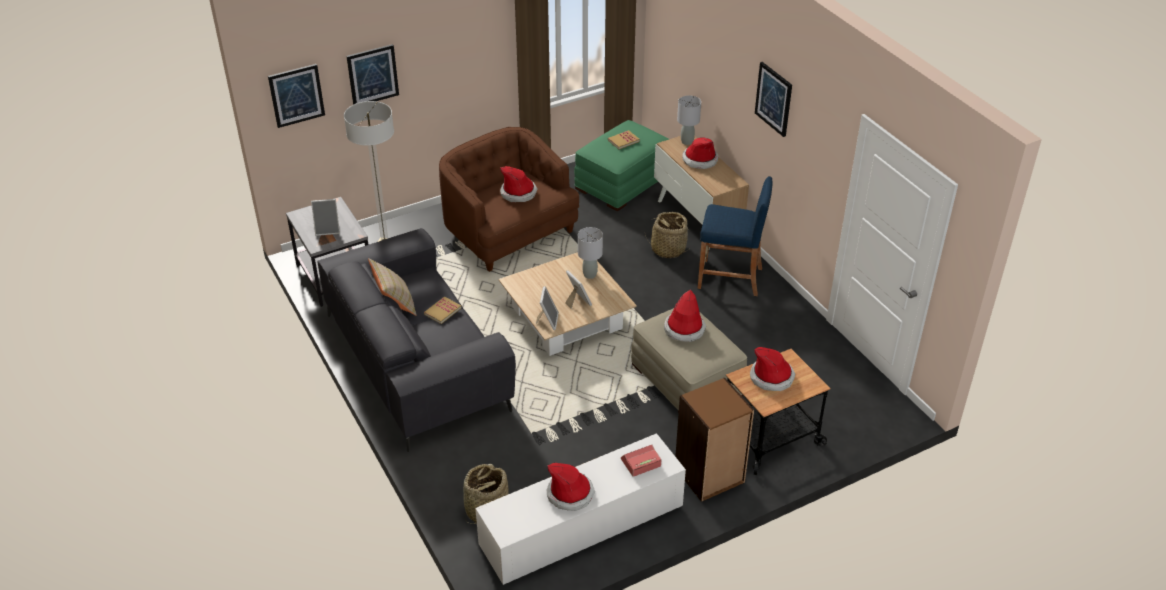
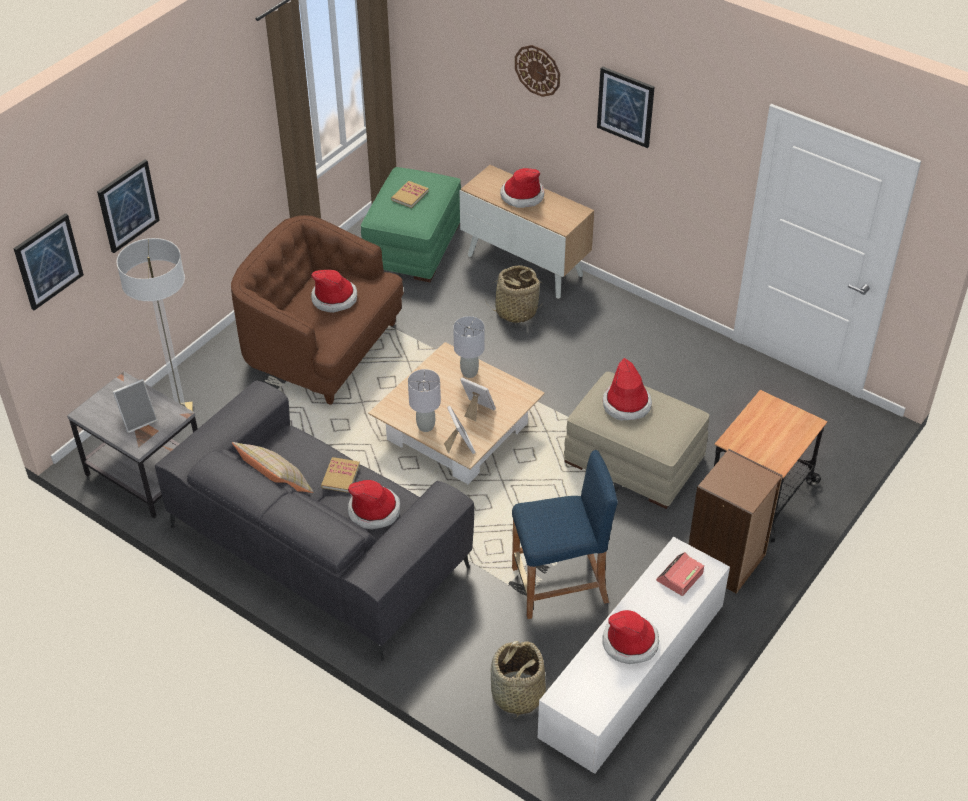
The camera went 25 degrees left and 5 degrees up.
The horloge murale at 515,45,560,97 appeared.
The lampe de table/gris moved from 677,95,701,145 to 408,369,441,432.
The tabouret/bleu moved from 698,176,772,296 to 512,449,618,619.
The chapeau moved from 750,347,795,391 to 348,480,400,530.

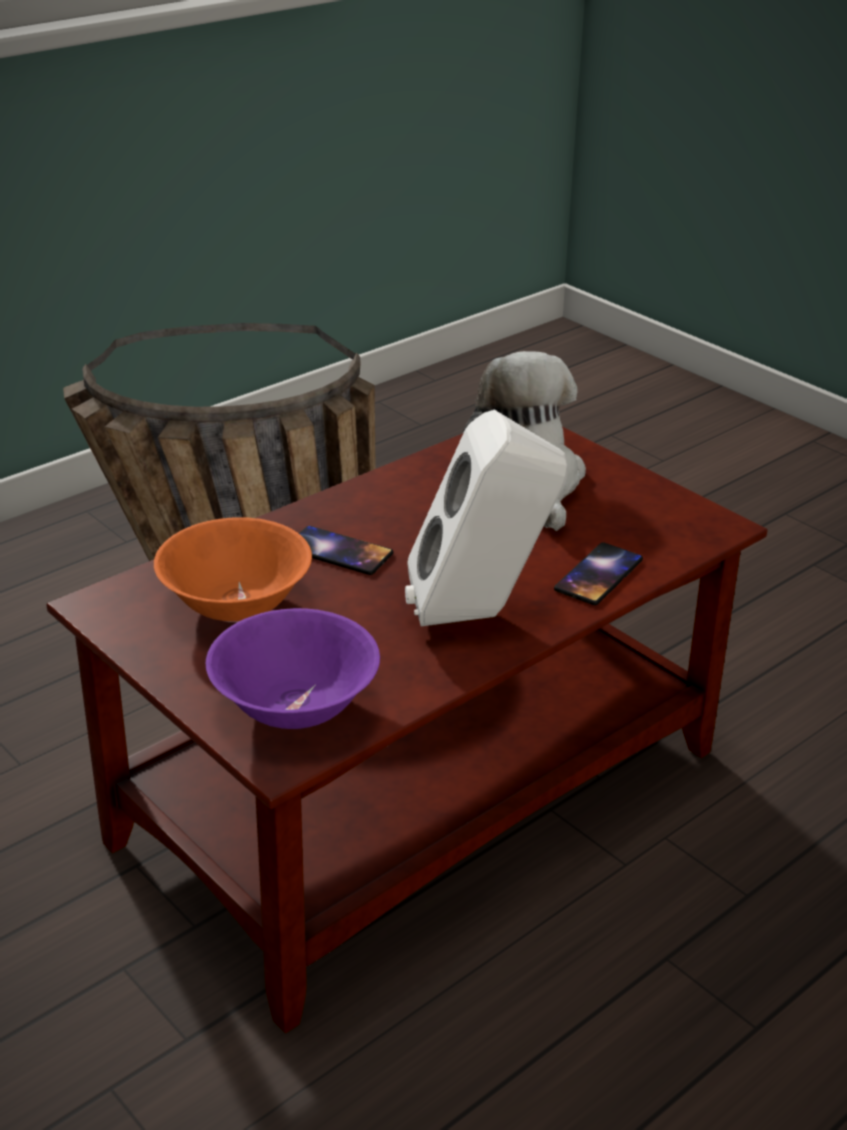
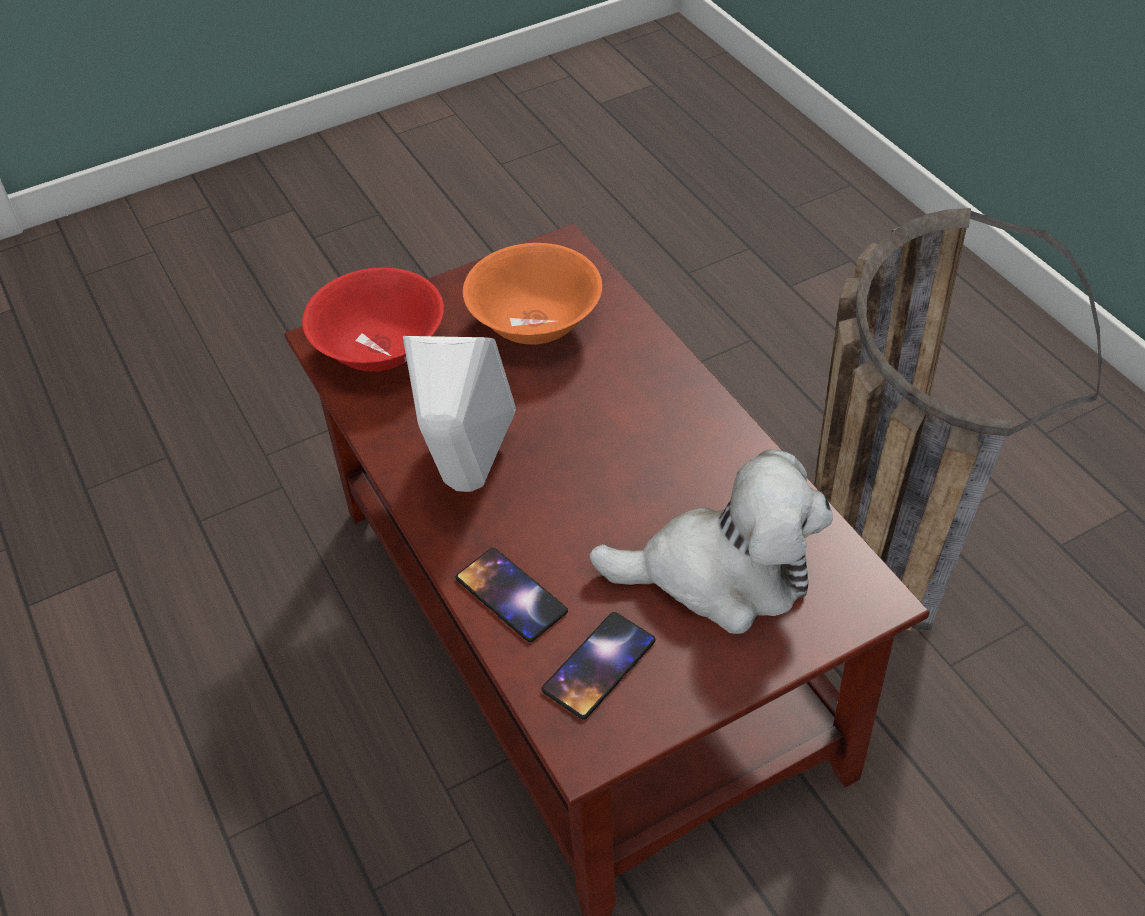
The camera went 105 degrees right and 15 degrees up.
The téléphone moved from 299,526,393,575 to 542,612,656,719.
The bol/violet at 206,608,380,729 became the bol/rouge at 302,268,444,371.

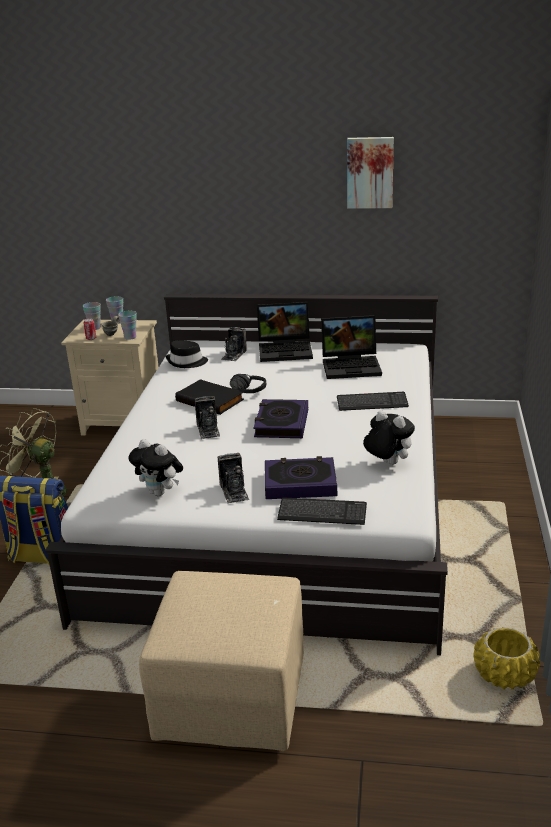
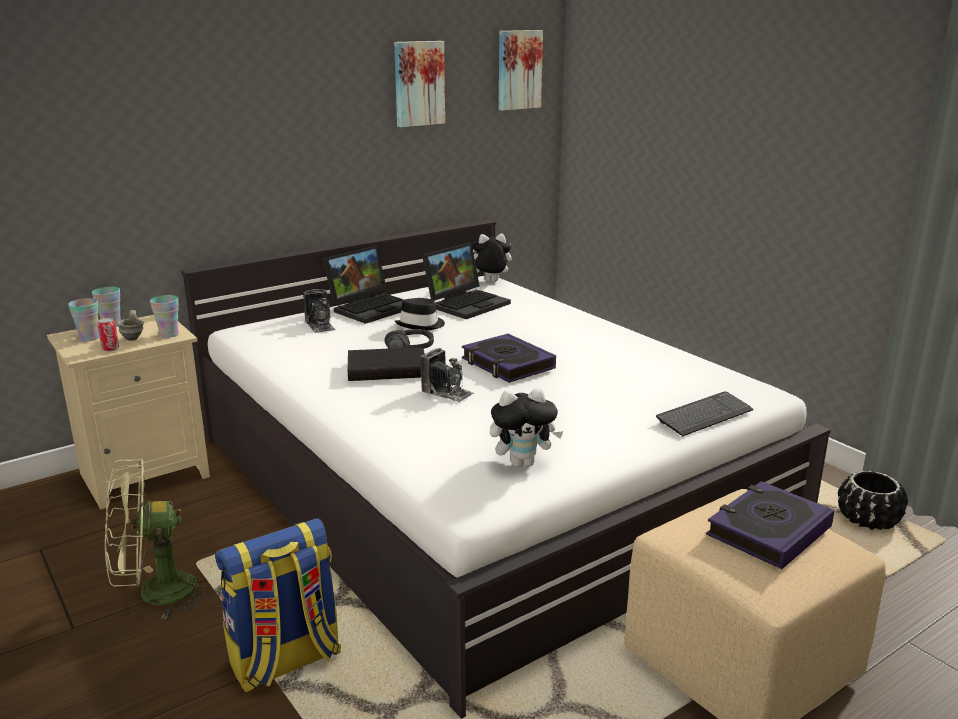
The camera went 45 degrees left and 5 degrees down.
The appareil photo at 218,453,249,504 disappeared.
The clavier at 337,392,409,411 disappeared.
The tableau at 499,30,543,111 appeared.
The chapeau/noir moved from 166,340,208,368 to 395,298,445,330.
The livre moved from 265,456,337,499 to 706,481,835,569.
The peluche moved from 363,411,415,465 to 472,234,512,282.
The cache-pot/jaune at 473,627,540,690 became the cache-pot/noir at 838,471,908,530.

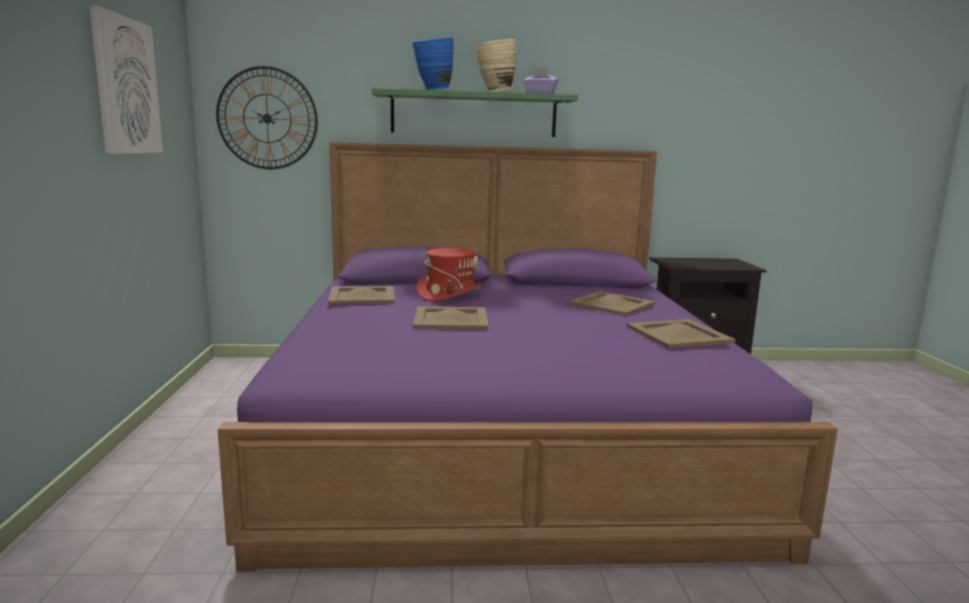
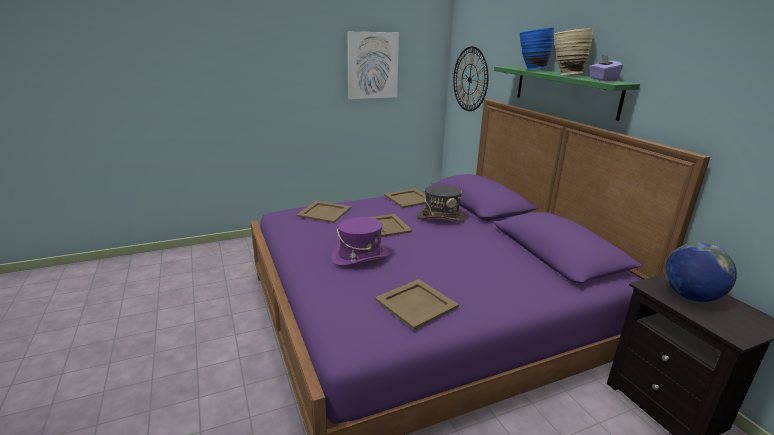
The camera went 70 degrees right and 10 degrees up.
The chapeau/violet at 331,217,390,266 appeared.
The globe at 665,243,737,302 appeared.
The plateau/beige moved from 568,291,656,316 to 296,201,351,223.
The chapeau/rouge at 417,248,484,302 became the chapeau/gris at 417,185,466,222.

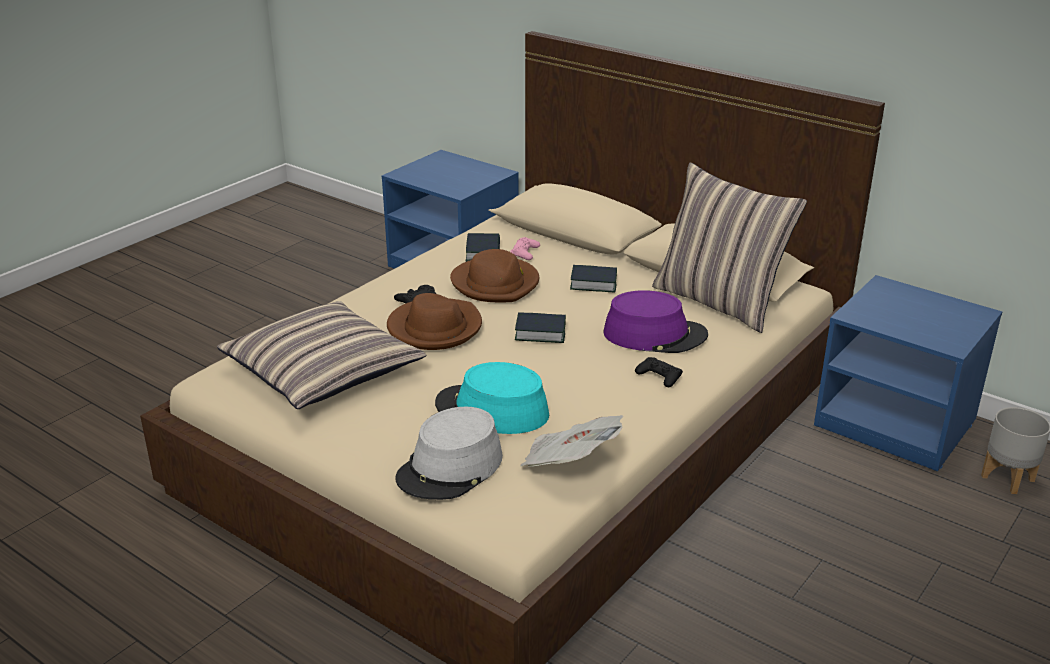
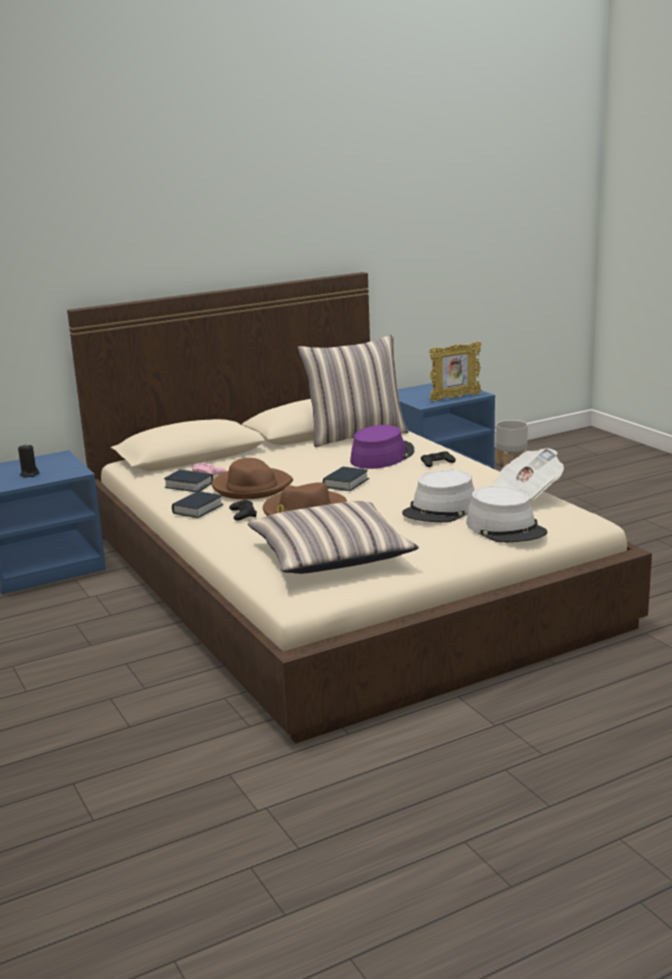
The camera went 65 degrees left and 10 degrees down.
The bougie/noir at 18,444,39,478 appeared.
The cadre photo at 429,341,481,401 appeared.
The livre moved from 570,265,617,292 to 172,491,224,518.
The chapeau/turquoise at 435,362,549,434 became the chapeau/gris at 402,470,475,523.

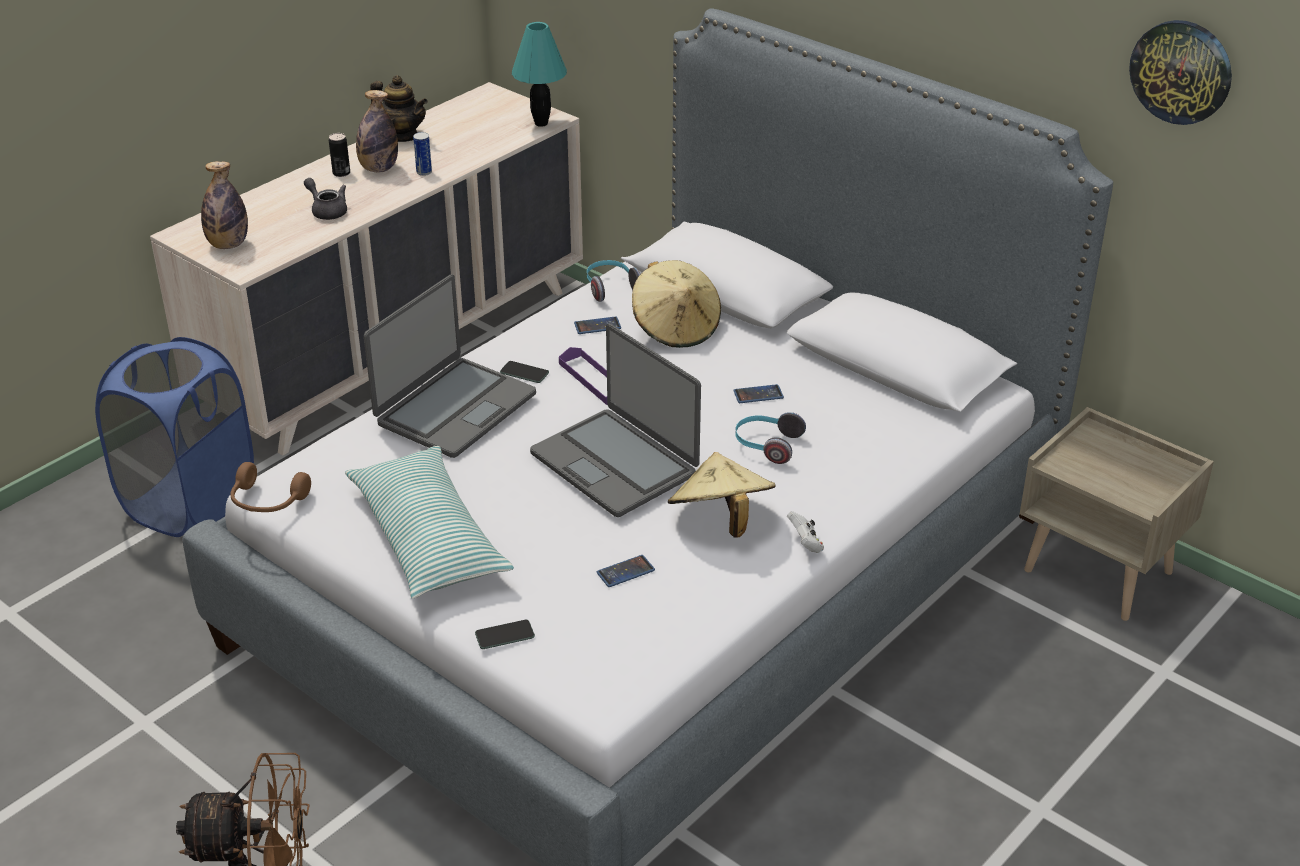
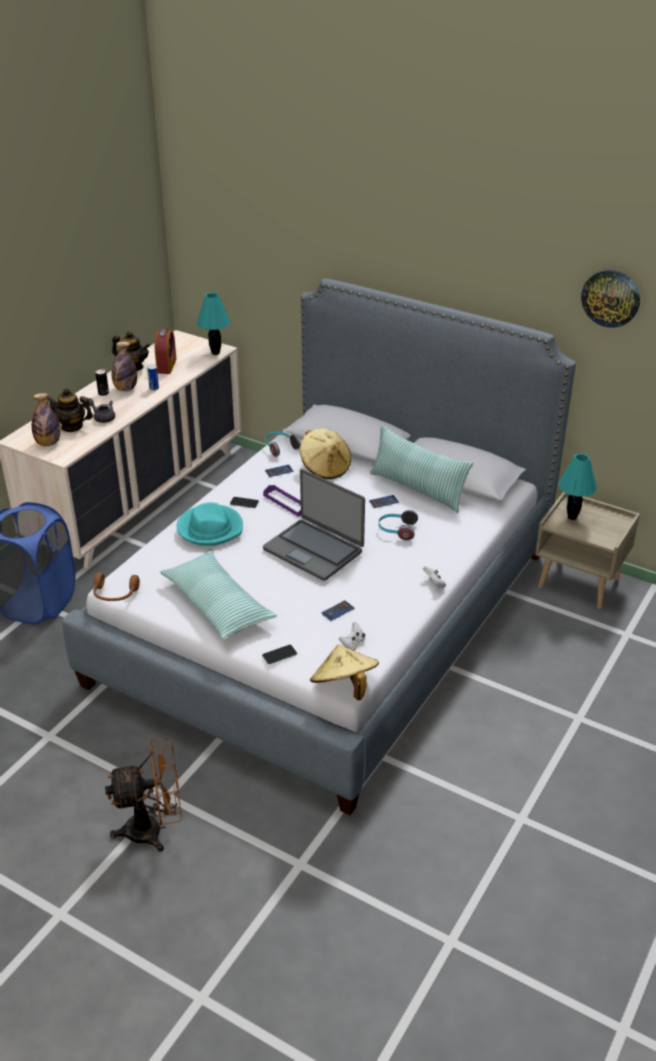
The camera went 10 degrees left and 0 degrees up.
The théière at 48,388,93,432 appeared.
The réveil at 155,329,177,374 appeared.
The manette/blanc at 339,622,365,651 appeared.
The coussin at 370,425,473,513 appeared.
The lampe de table/turquoise at 558,453,597,520 appeared.
The chapeau/beige moved from 668,452,775,537 to 310,645,379,700.
The ordinateur portable at 364,274,536,458 was replaced by the chapeau/turquoise at 177,502,243,546.

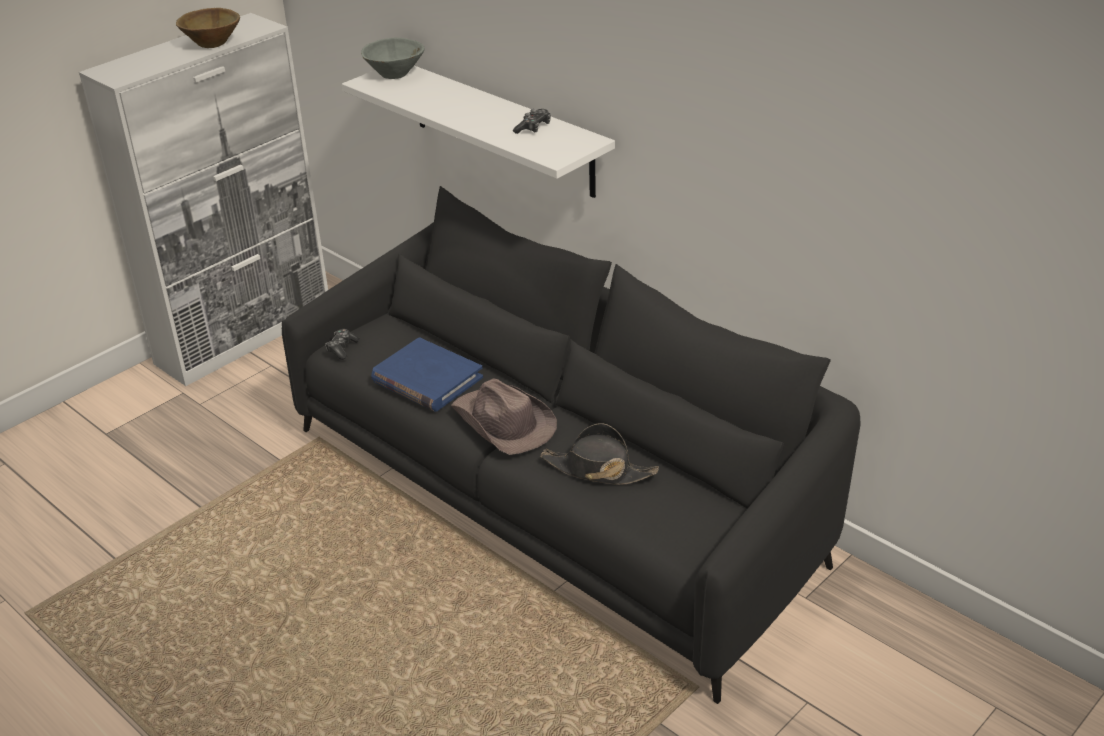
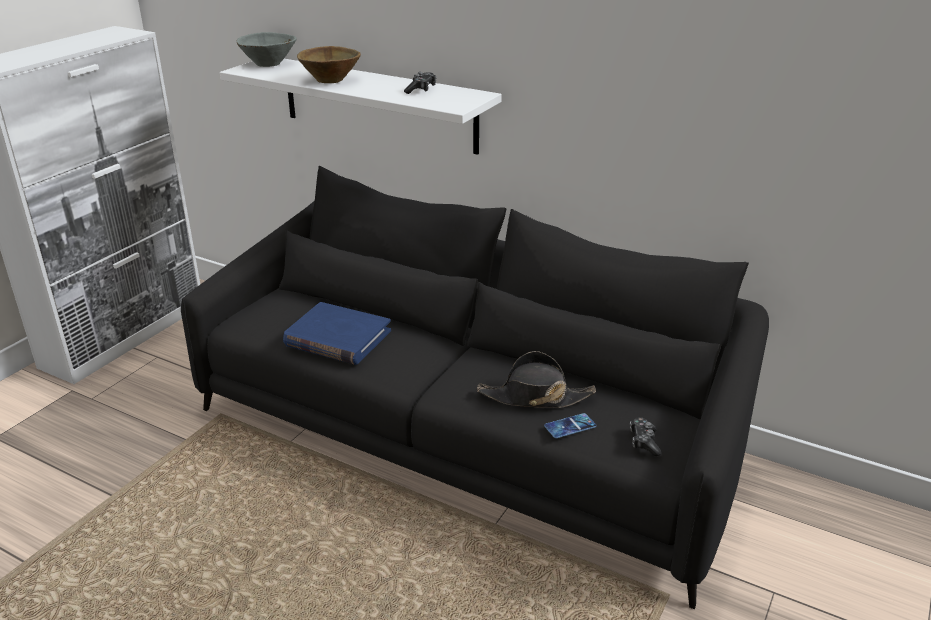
The camera went 15 degrees left and 5 degrees down.
The chapeau/marron at 451,378,557,455 disappeared.
The téléphone at 544,413,597,438 appeared.
The bol/marron moved from 176,8,240,48 to 297,46,361,83.
The manette moved from 325,329,360,360 to 630,417,662,456.

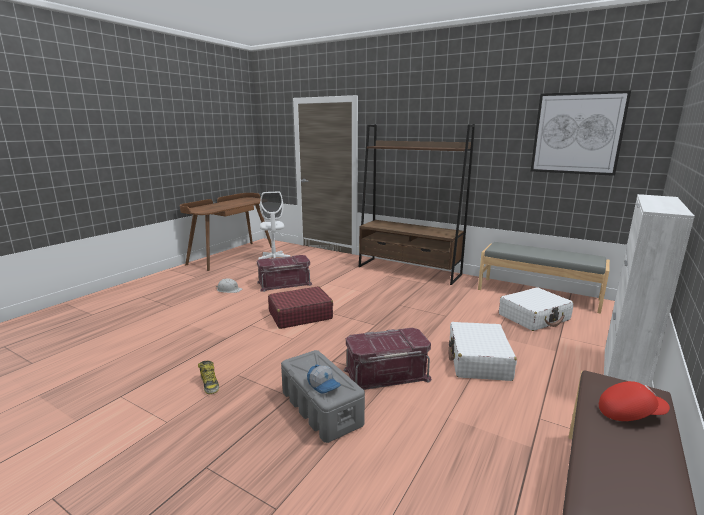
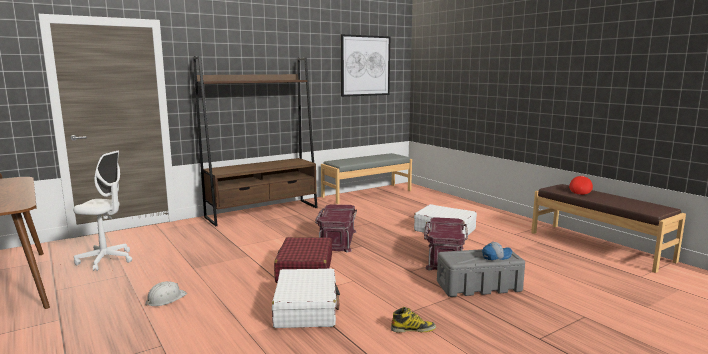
The camera went 65 degrees left and 5 degrees down.
The meuble de rangement/blanc at 604,194,695,387 disappeared.
The boîte de rangement/rouge moved from 257,255,312,292 to 315,205,357,252.
The valise/blanc moved from 499,287,573,331 to 272,268,340,328.

